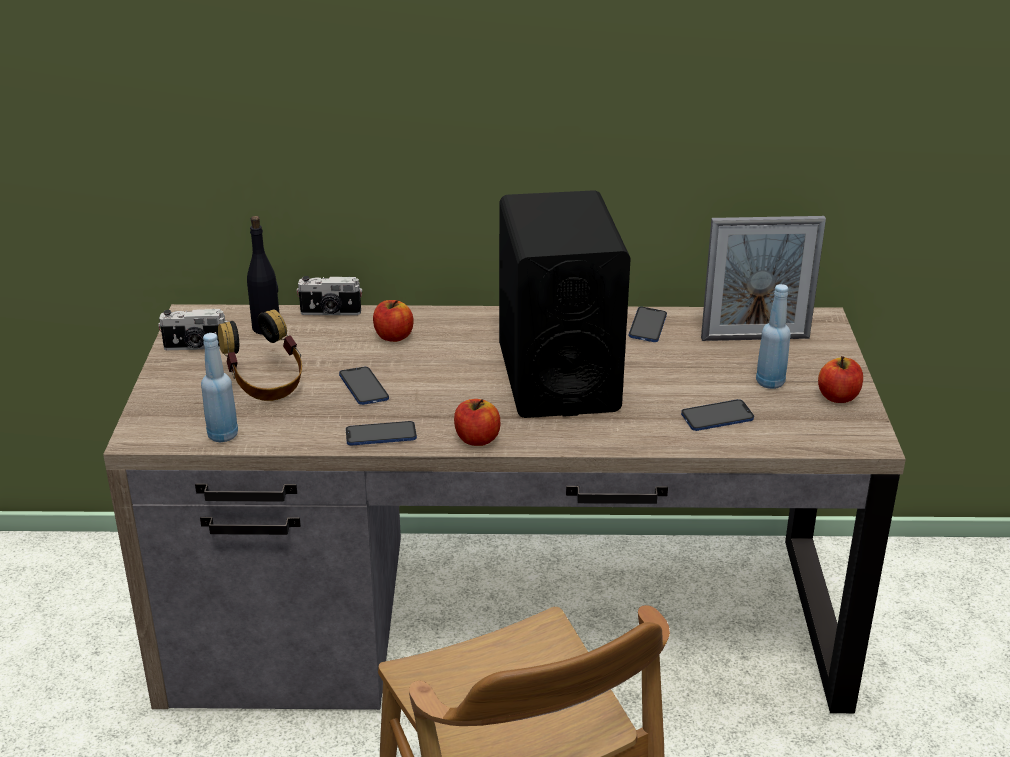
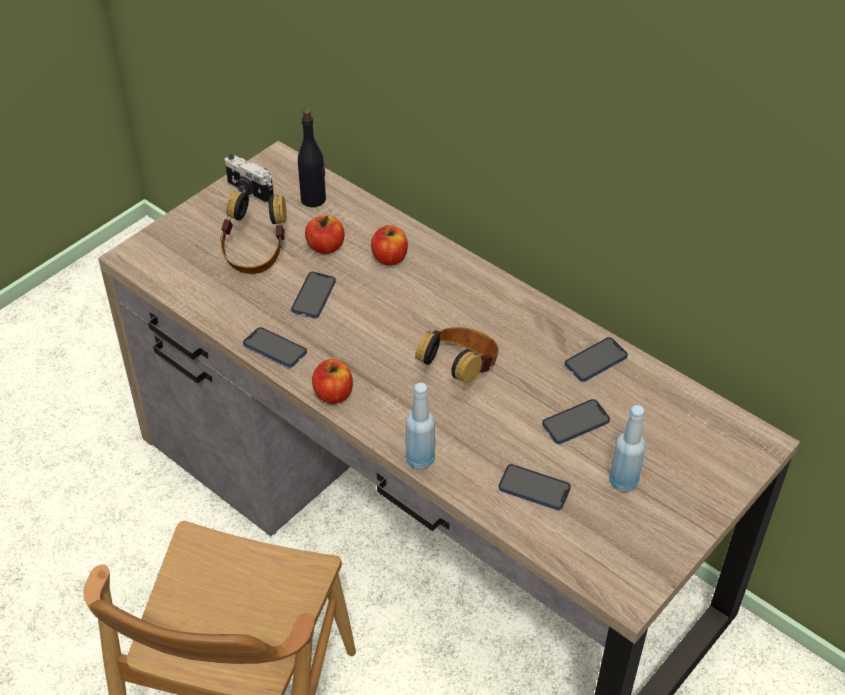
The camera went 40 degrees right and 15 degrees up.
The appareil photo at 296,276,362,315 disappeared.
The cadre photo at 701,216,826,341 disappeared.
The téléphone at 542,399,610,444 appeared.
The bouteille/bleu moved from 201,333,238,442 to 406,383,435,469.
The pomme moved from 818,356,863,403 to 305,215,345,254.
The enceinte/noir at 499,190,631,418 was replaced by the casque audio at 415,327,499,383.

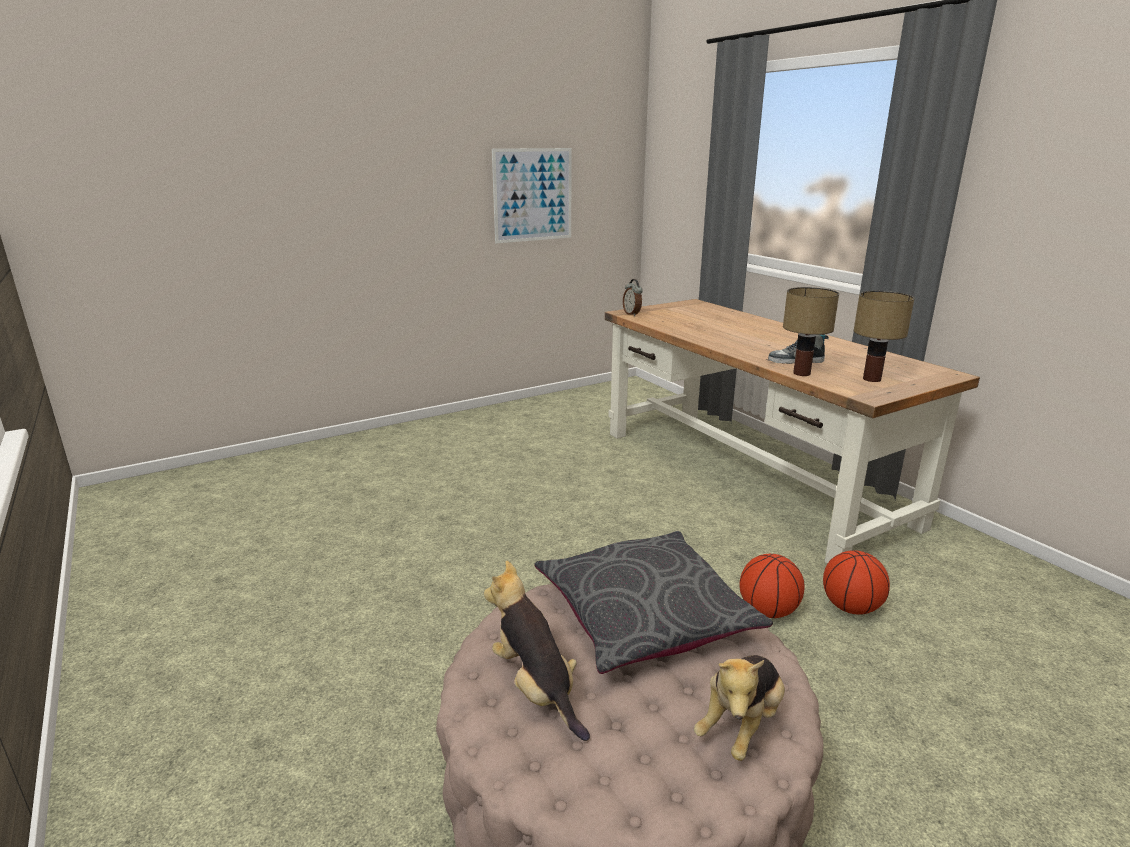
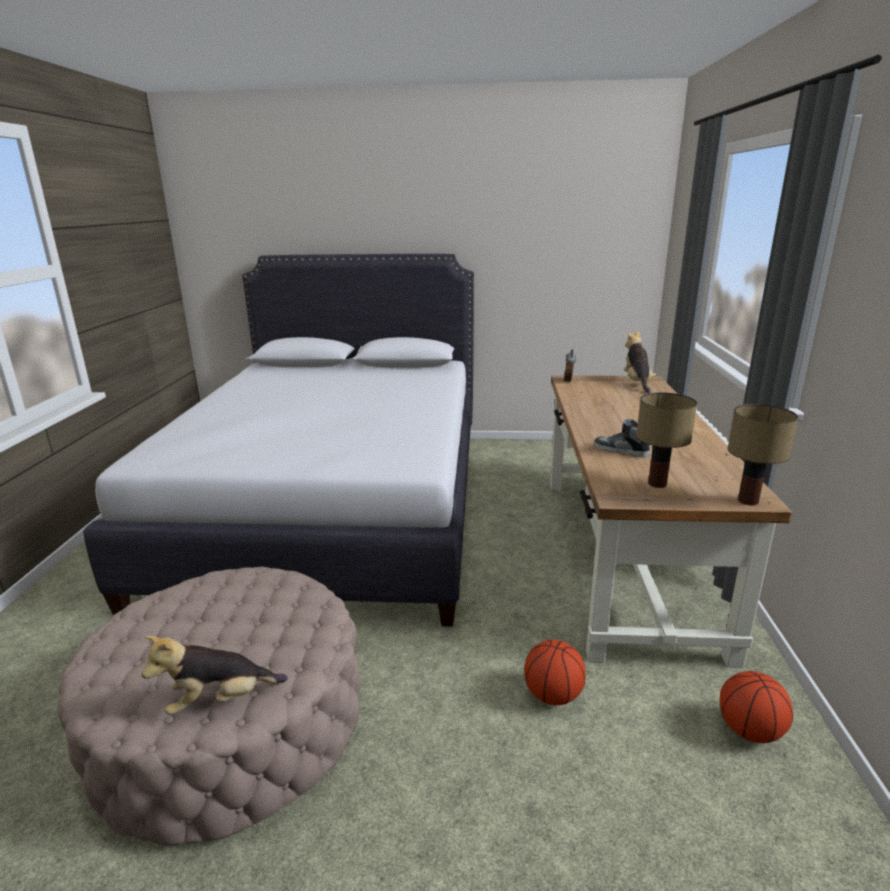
The camera went 35 degrees right and 0 degrees up.
The tableau at 492,148,572,243 disappeared.
The coussin/gris at 535,531,773,674 disappeared.
The lit/blanc at 83,254,474,627 appeared.
The peluche moved from 484,560,590,741 to 624,331,656,393.
The ballon de basket moved from 739,554,804,618 to 720,671,793,743.
The lampe de table moved from 783,287,839,376 to 727,404,798,505.

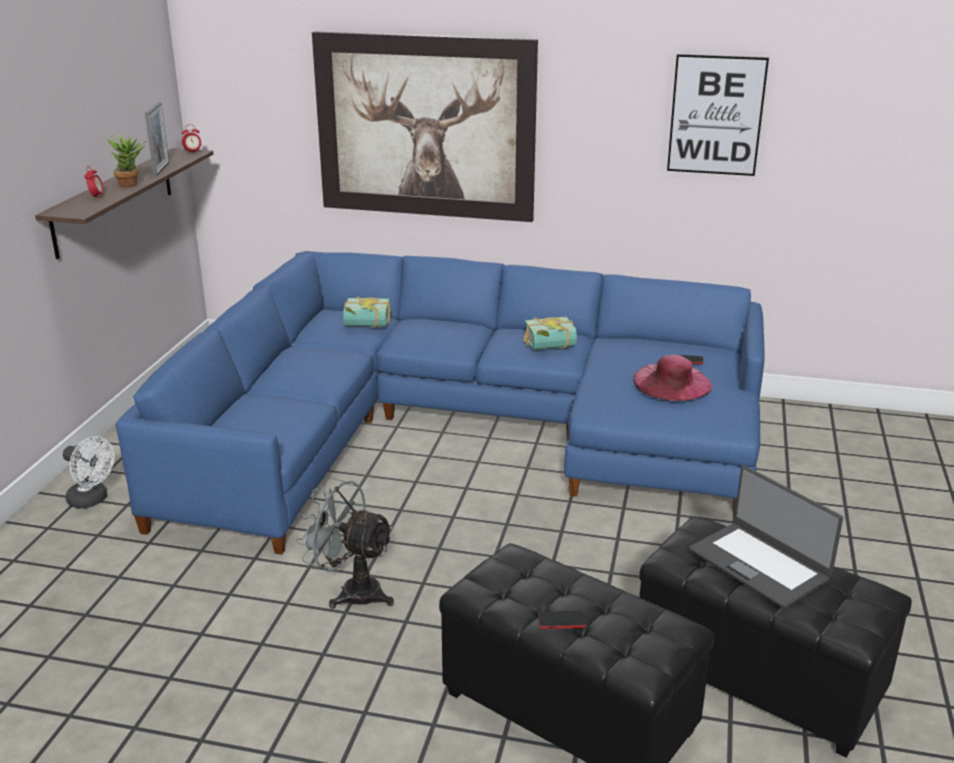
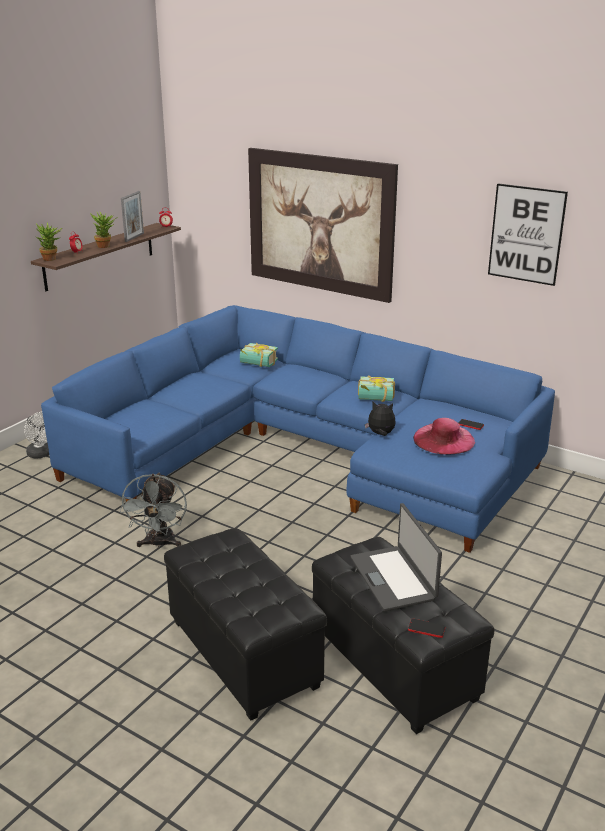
The camera went 20 degrees right and 0 degrees up.
The plante en pot at 36,222,62,261 appeared.
The peluche at 365,402,396,436 appeared.
The téléphone moved from 538,611,586,629 to 408,619,446,638.
The ventilateur/gris at 296,477,394,609 turned 135 degrees counterclockwise.

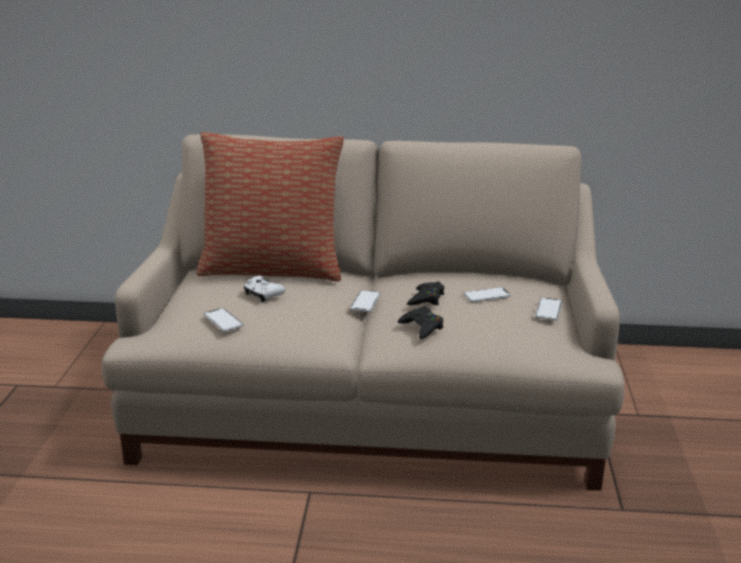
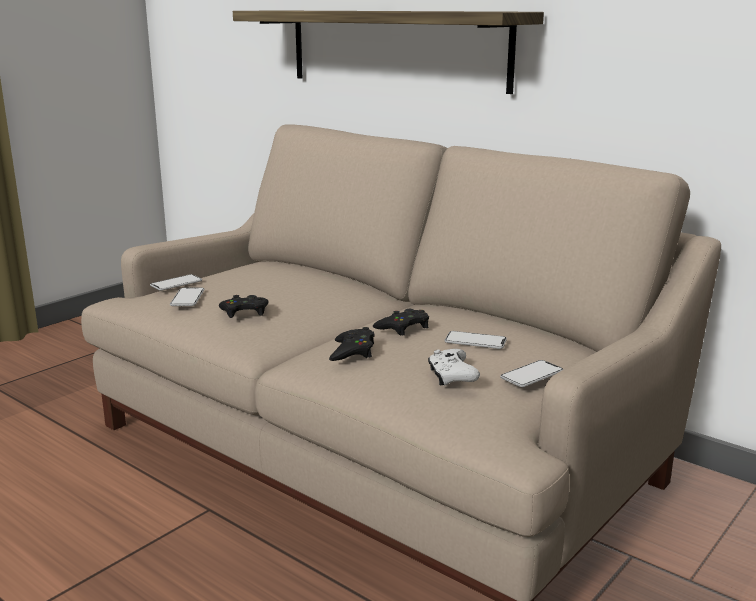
The camera went 35 degrees right and 5 degrees down.
The coussin at 197,132,344,281 disappeared.
The manette/noir at 219,295,268,318 appeared.
The étagère at 233,11,544,94 appeared.
The manette/blanc moved from 243,276,286,302 to 428,349,480,386.
The téléphone moved from 350,290,381,312 to 150,274,202,291.

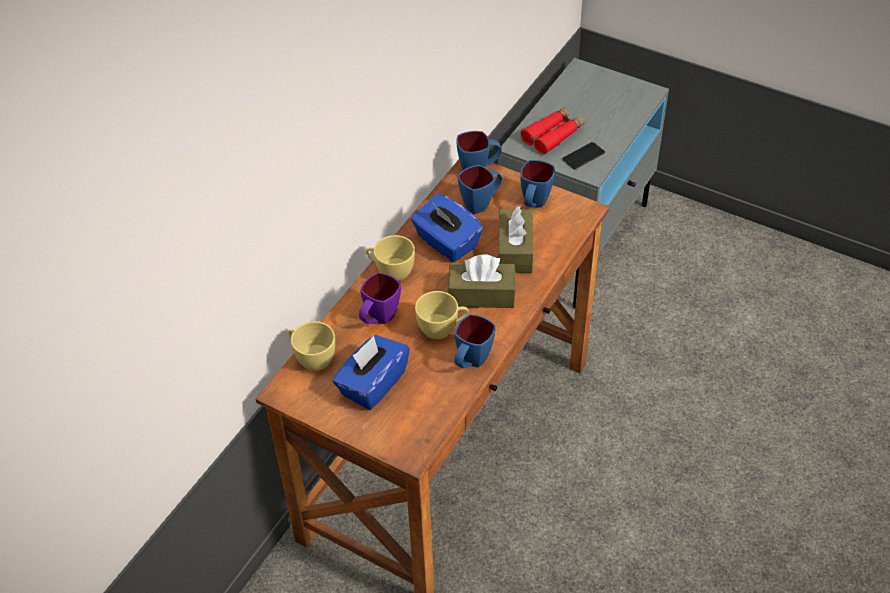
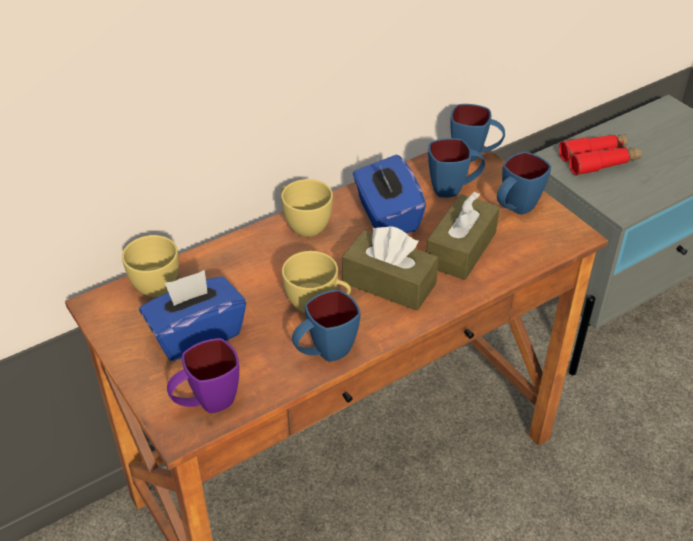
The camera went 25 degrees right and 5 degrees down.
The téléphone at 562,142,605,169 disappeared.
The mug/violet moved from 359,272,401,324 to 167,338,239,413.

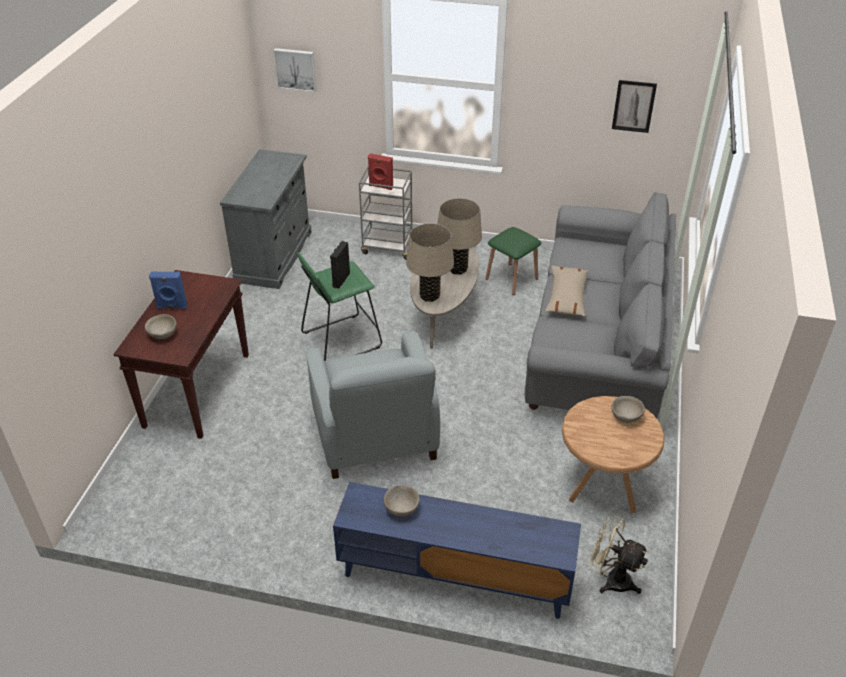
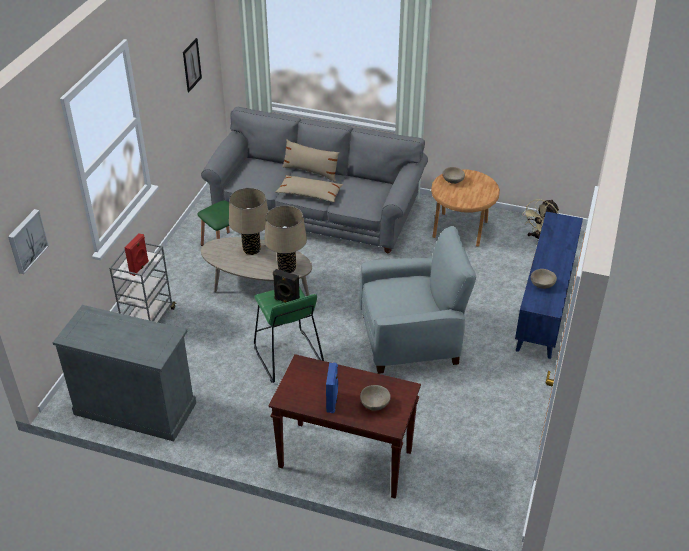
The camera went 85 degrees left and 0 degrees up.
The coussin/beige at 282,139,340,182 appeared.

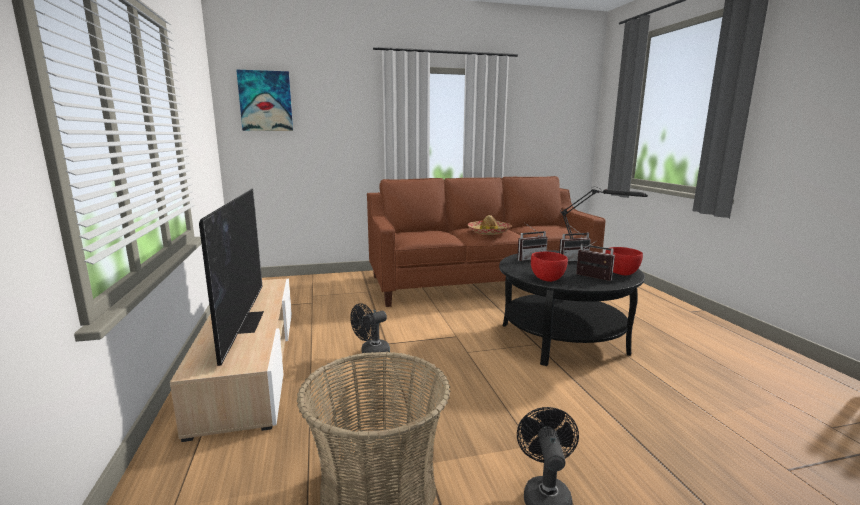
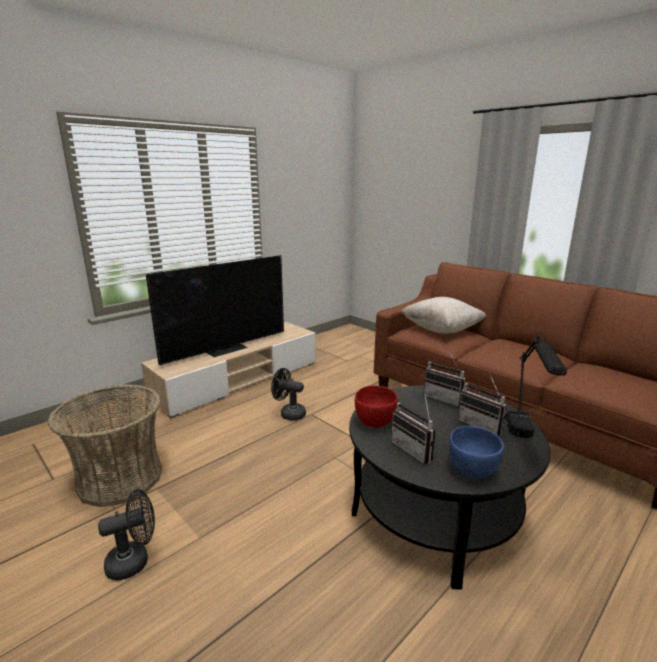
The camera went 60 degrees right and 5 degrees up.
The tableau at 236,70,293,131 disappeared.
The chapeau at 467,215,511,235 disappeared.
The coussin/beige at 401,297,486,334 appeared.
The bol/rouge at 605,247,643,276 became the bol/bleu at 449,426,504,478.
The radio at 576,241,615,281 turned 135 degrees clockwise.

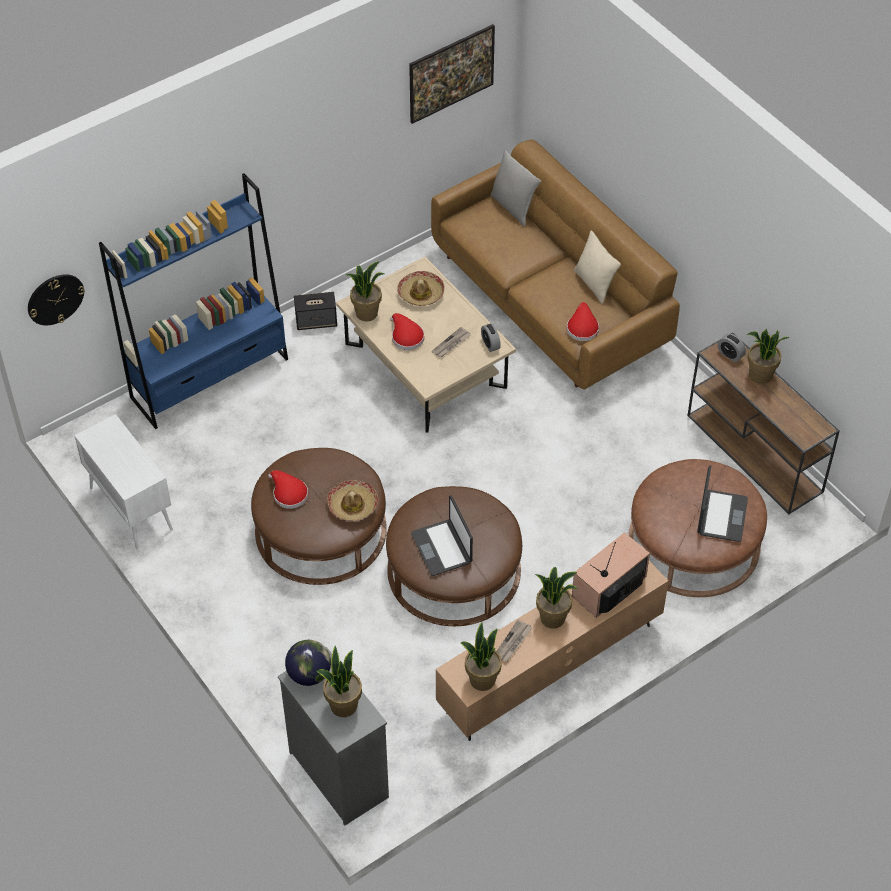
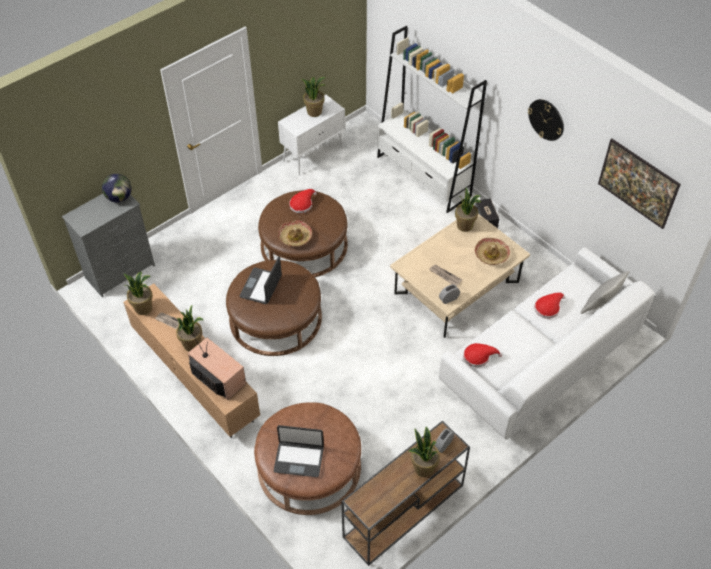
The camera went 85 degrees right and 0 degrees up.
The coussin/beige at 574,230,621,304 disappeared.
The horloge murale moved from 28,274,85,325 to 528,99,564,141.
The plante en pot moved from 316,646,362,717 to 302,77,326,117.
The chapeau/rouge moved from 390,313,424,350 to 534,292,565,319.
The bibliothèque/bleu at 99,173,288,429 became the bibliothèque/blanc at 377,26,487,213.
The canapé/marron at 431,140,680,389 became the canapé/blanc at 439,247,655,440.
The ordinateur portable at 411,495,473,576 turned 45 degrees counterclockwise.

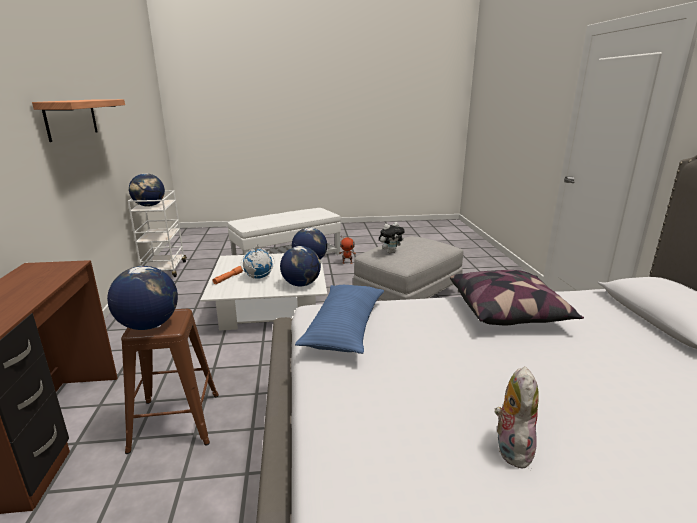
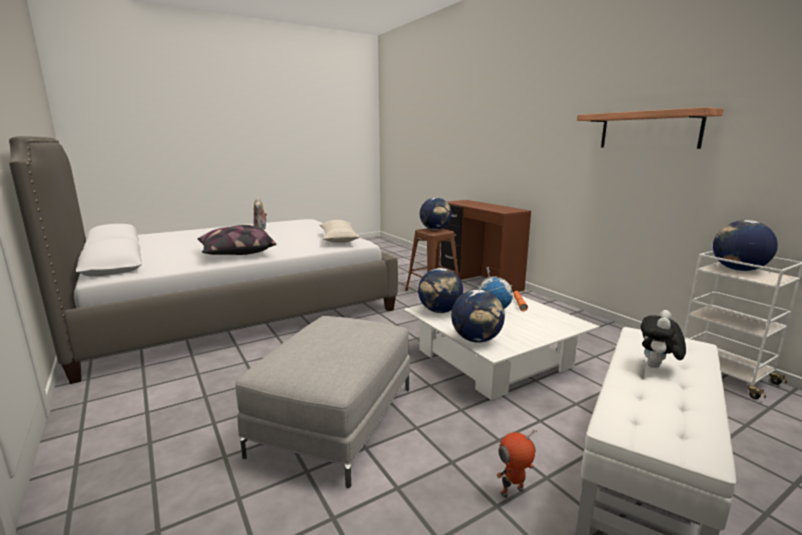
The camera went 155 degrees right and 5 degrees down.
The peluche moved from 379,222,405,254 to 641,310,686,368.
The coussin/bleu at 295,285,384,354 became the coussin/beige at 319,220,360,243.

